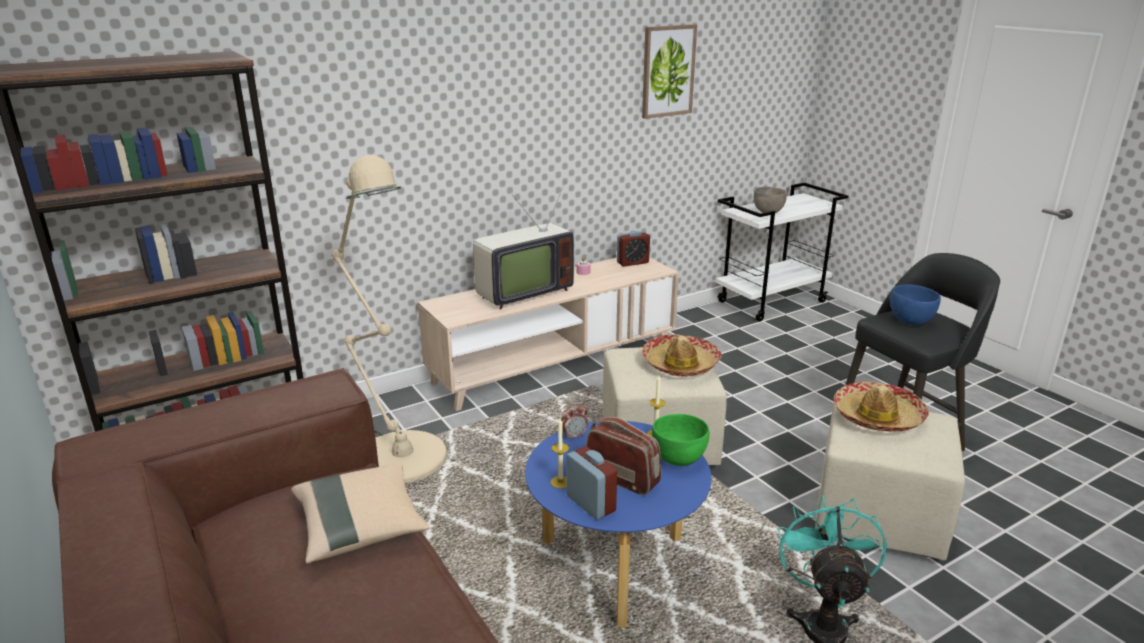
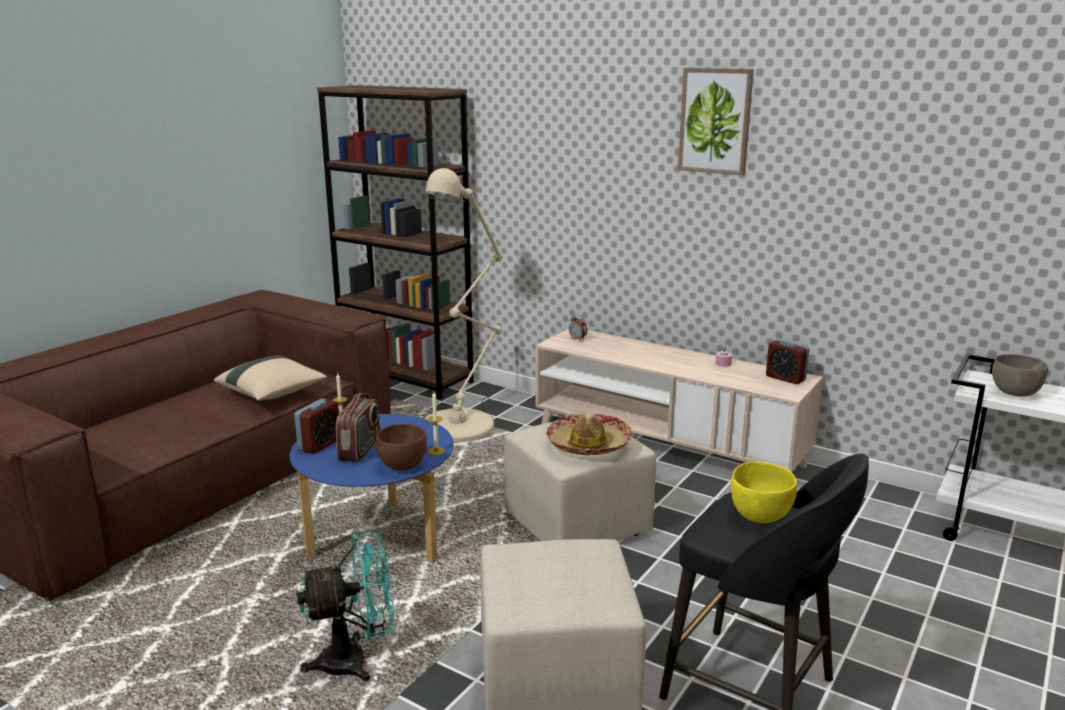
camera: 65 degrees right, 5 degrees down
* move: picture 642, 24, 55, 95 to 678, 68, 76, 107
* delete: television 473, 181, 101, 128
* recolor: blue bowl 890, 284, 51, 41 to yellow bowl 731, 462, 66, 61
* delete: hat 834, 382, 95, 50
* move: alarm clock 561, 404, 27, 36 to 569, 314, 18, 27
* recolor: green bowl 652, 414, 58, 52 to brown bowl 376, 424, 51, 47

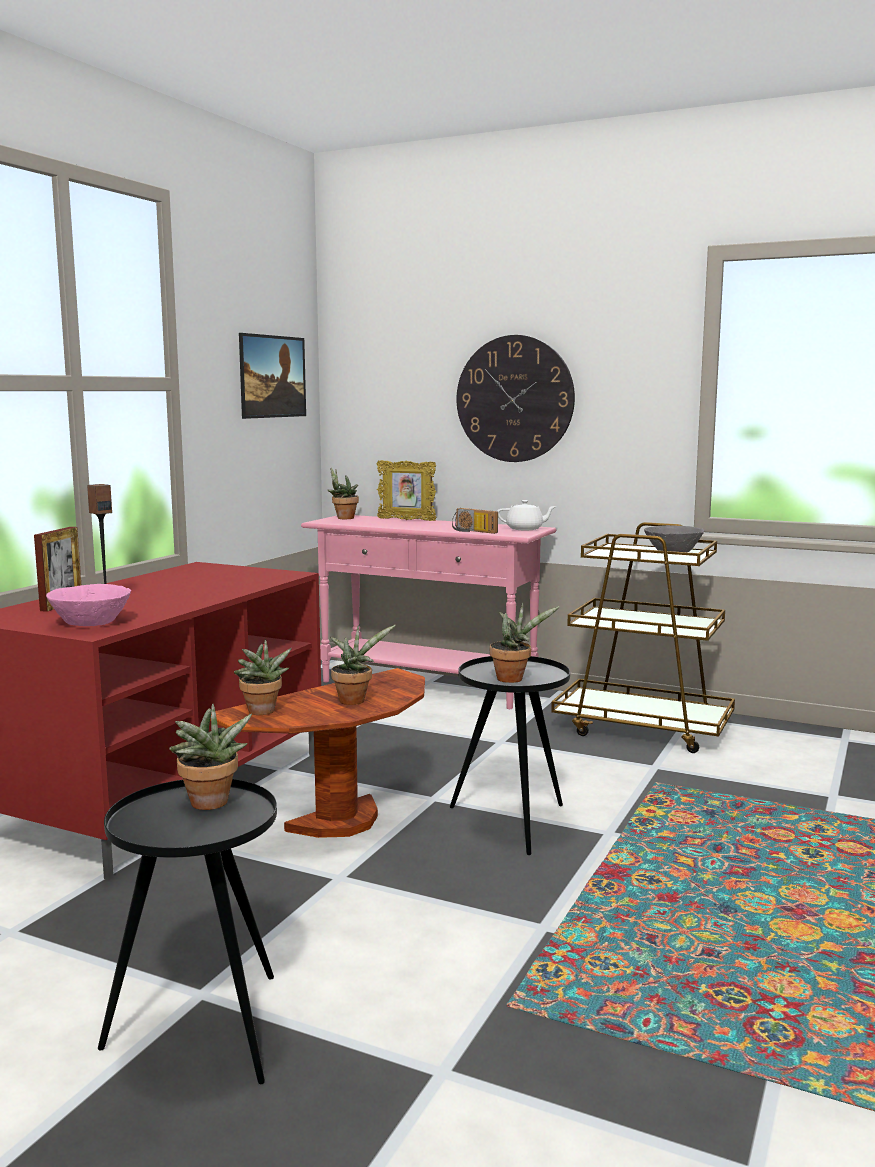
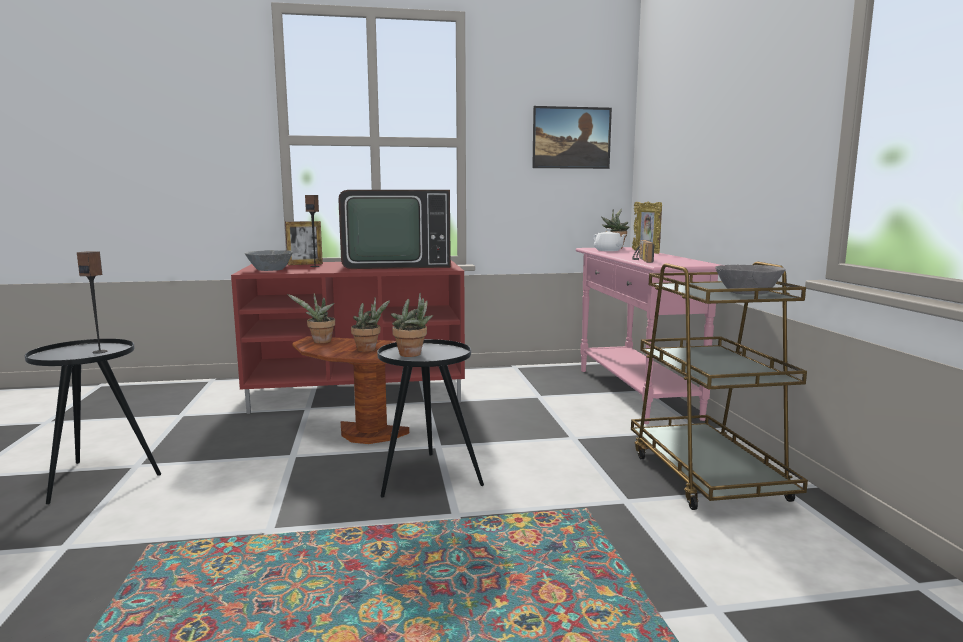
camera: 55 degrees right, 0 degrees up
* delete: wall clock 457, 335, 118, 127
* move: white teapot 497, 500, 60, 30 to 593, 228, 34, 23
* recolor: pink bowl 46, 584, 85, 42 to grey bowl 245, 250, 48, 21
* replace: potted plant 169, 704, 83, 106 to speaker 77, 251, 30, 103
* insert: television 338, 190, 113, 79

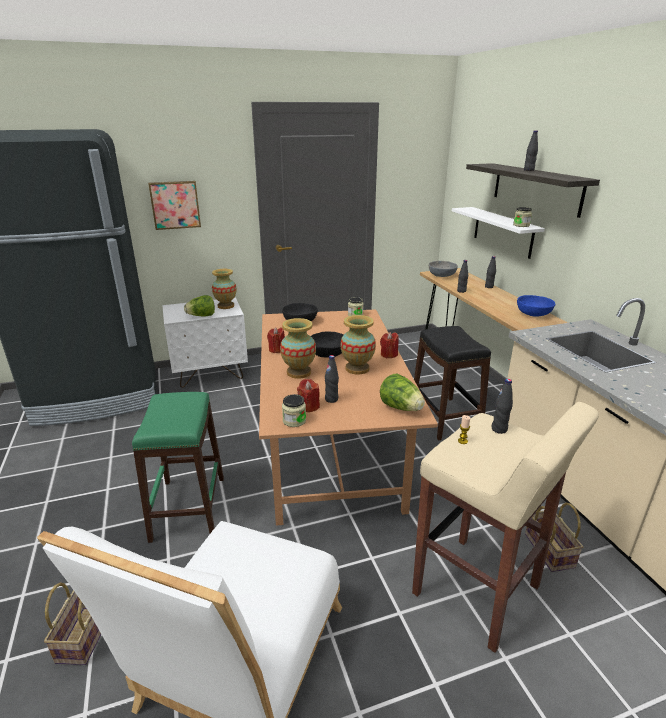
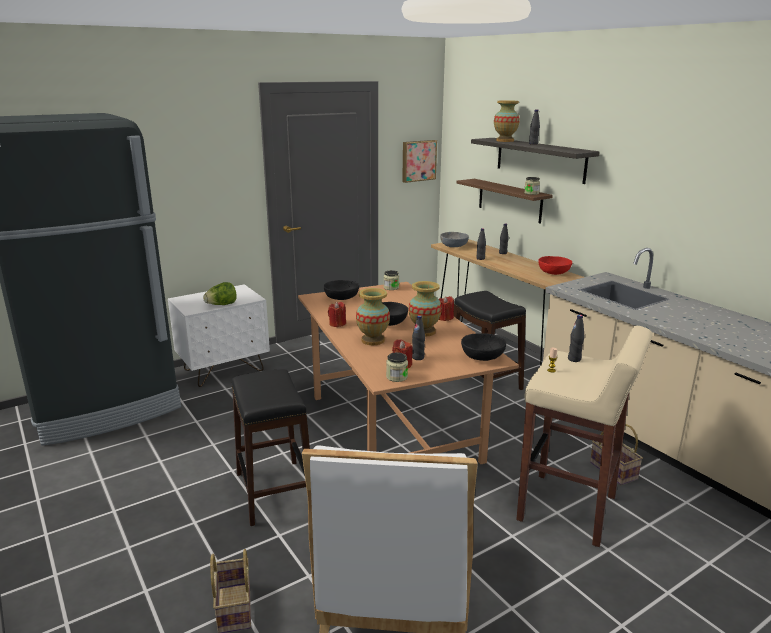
camera: 15 degrees left, 5 degrees down
* move: picture 148, 181, 53, 49 to 402, 140, 35, 43
* recolor: white shelf 452, 207, 93, 52 to brown shelf 457, 179, 96, 45
* move: vase 212, 269, 25, 40 to 494, 100, 26, 42
* recolor: blue bowl 517, 295, 38, 22 to red bowl 538, 256, 34, 19
* replace: lettuce 380, 374, 45, 37 to black bowl 461, 333, 45, 28
* recolor: green stool 132, 392, 92, 151 to black stool 232, 369, 78, 157

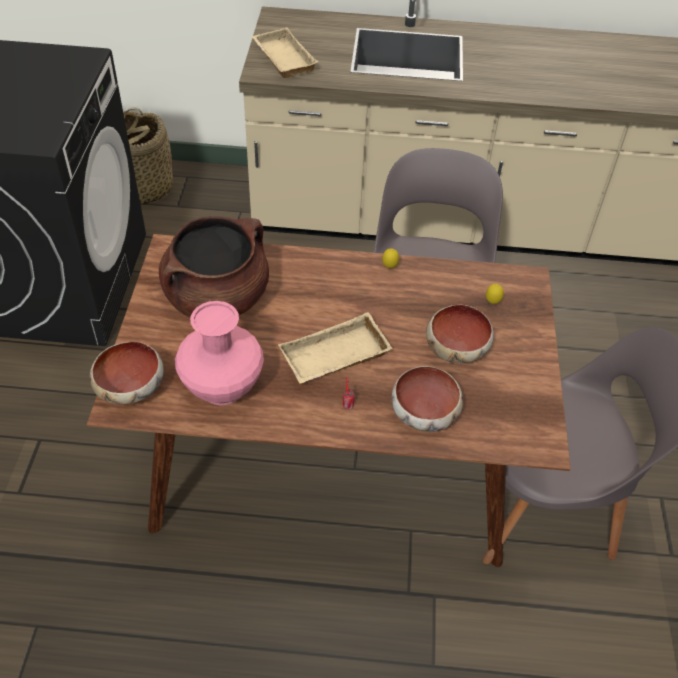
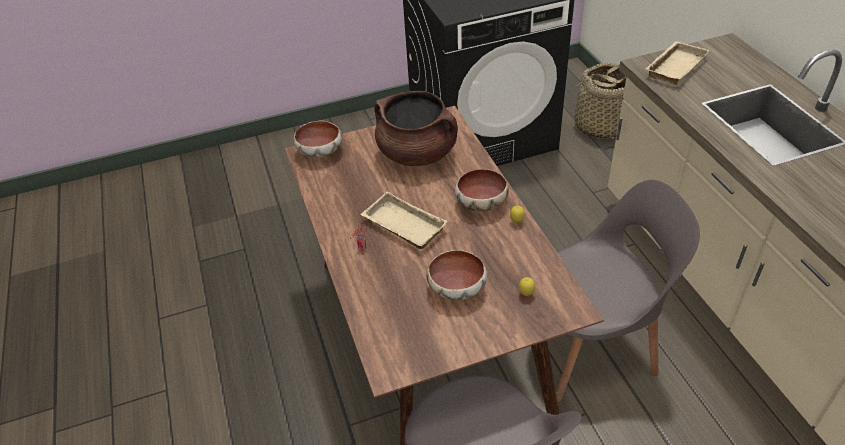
camera: 70 degrees right, 5 degrees down
* delete: pink vase 175, 301, 89, 104
* move: bowl 391, 366, 72, 66 to 455, 169, 54, 42

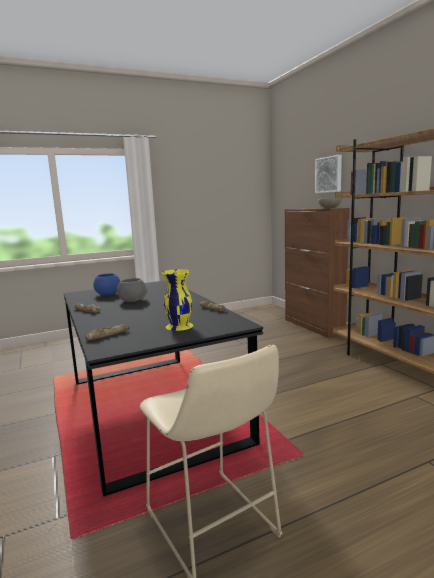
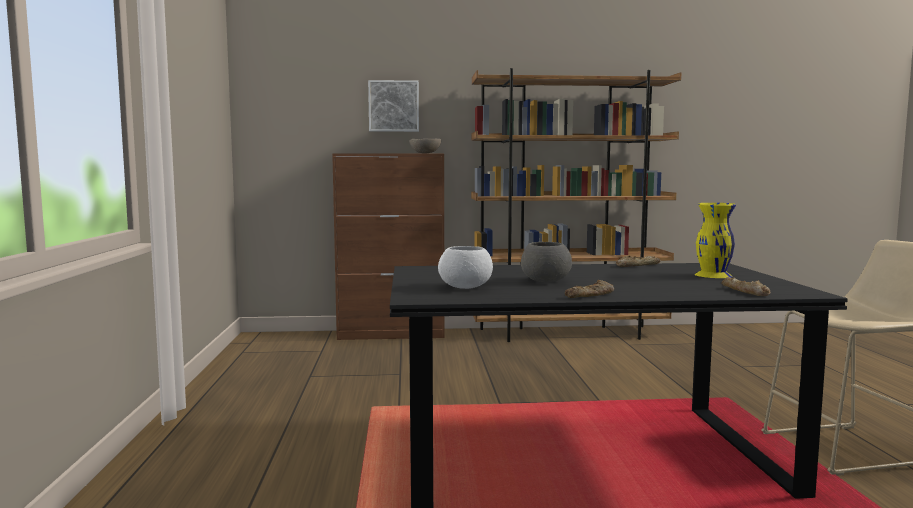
camera: 70 degrees left, 5 degrees down
* recolor: blue bowl 93, 274, 27, 21 to white bowl 438, 246, 55, 43

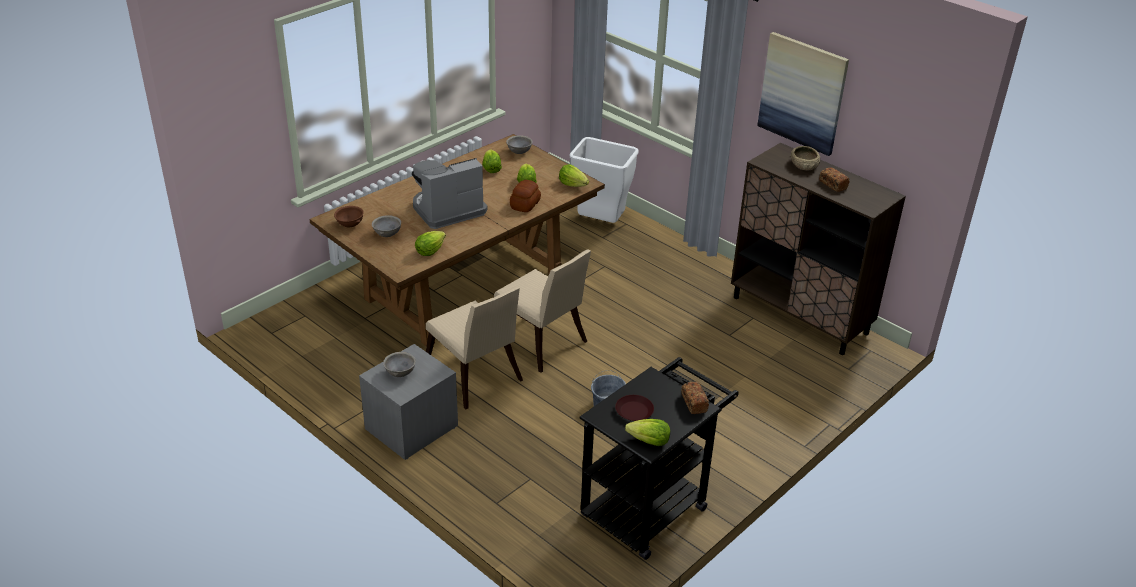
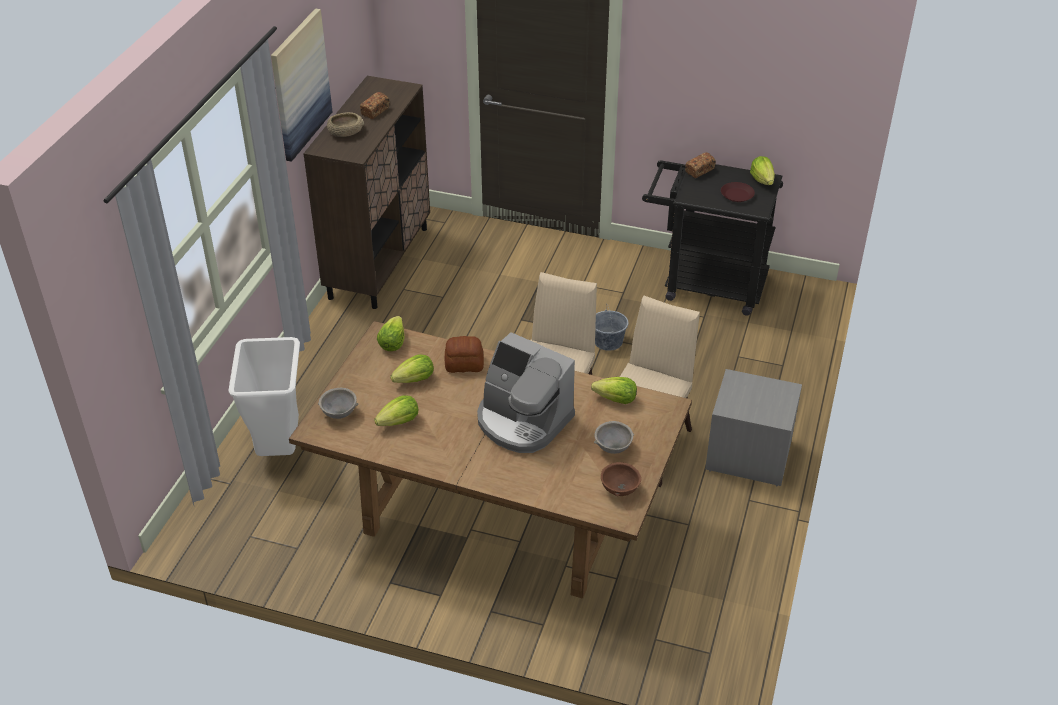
camera: 115 degrees left, 5 degrees up
* delete: grey bowl 383, 352, 33, 25

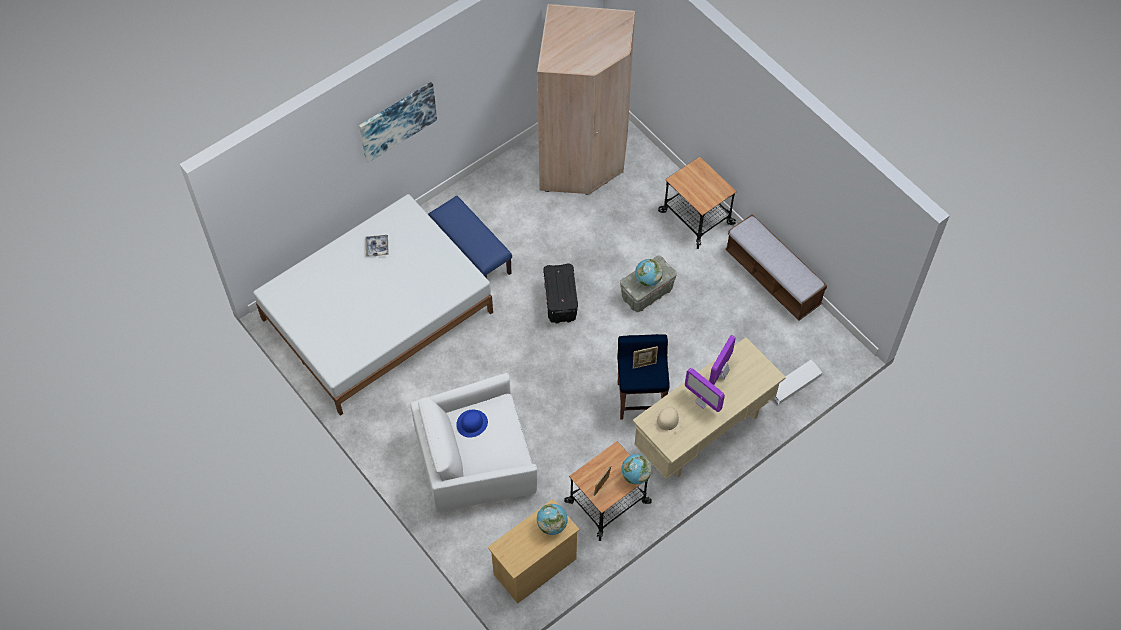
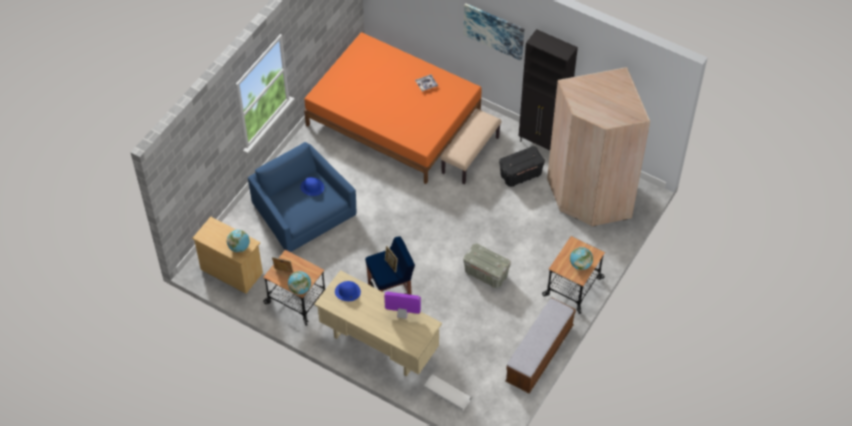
camera: 70 degrees right, 5 degrees down
* recolor: white bed 253, 194, 240, 222 to orange bed 304, 32, 178, 152
* recolor: blue bench 428, 196, 84, 82 to beige bench 440, 109, 61, 75
* move: globe 635, 259, 28, 27 to 570, 247, 23, 23
* move: black storage box 543, 263, 35, 60 to 499, 146, 46, 41
* delete: monitor 685, 368, 40, 44
* recolor: white armchair 410, 373, 127, 139 to blue armchair 248, 142, 108, 110
* recolor: beige hat 652, 406, 32, 29 to blue hat 335, 281, 26, 20
* insert: black cabinet 519, 29, 59, 121

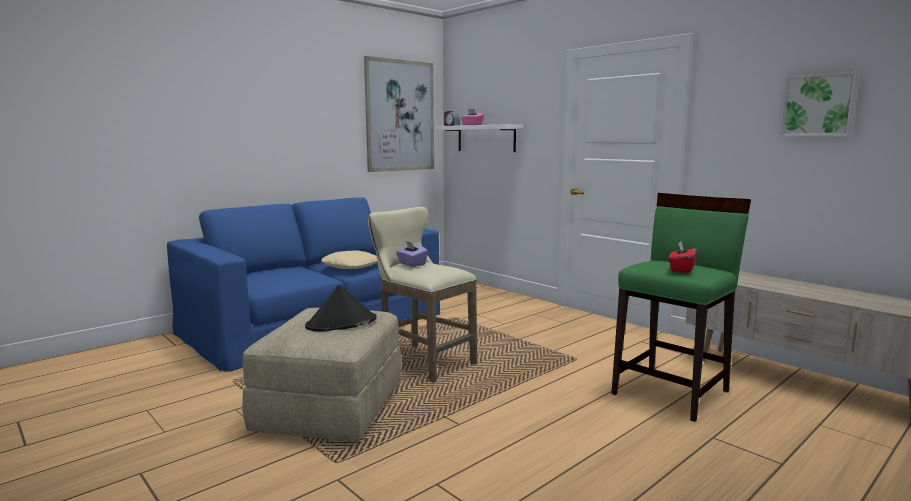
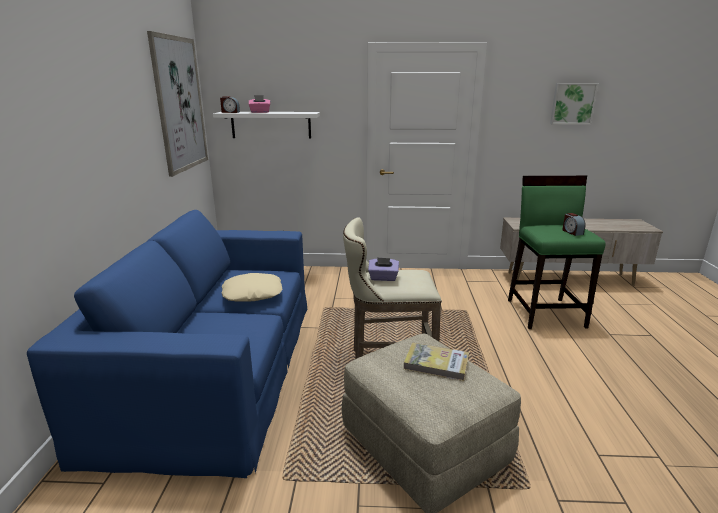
camera: 45 degrees left, 10 degrees up
* replace: red tissue box 669, 241, 28, 32 to alarm clock 562, 213, 24, 23
* replace: black hat 305, 285, 72, 47 to book 404, 343, 65, 38

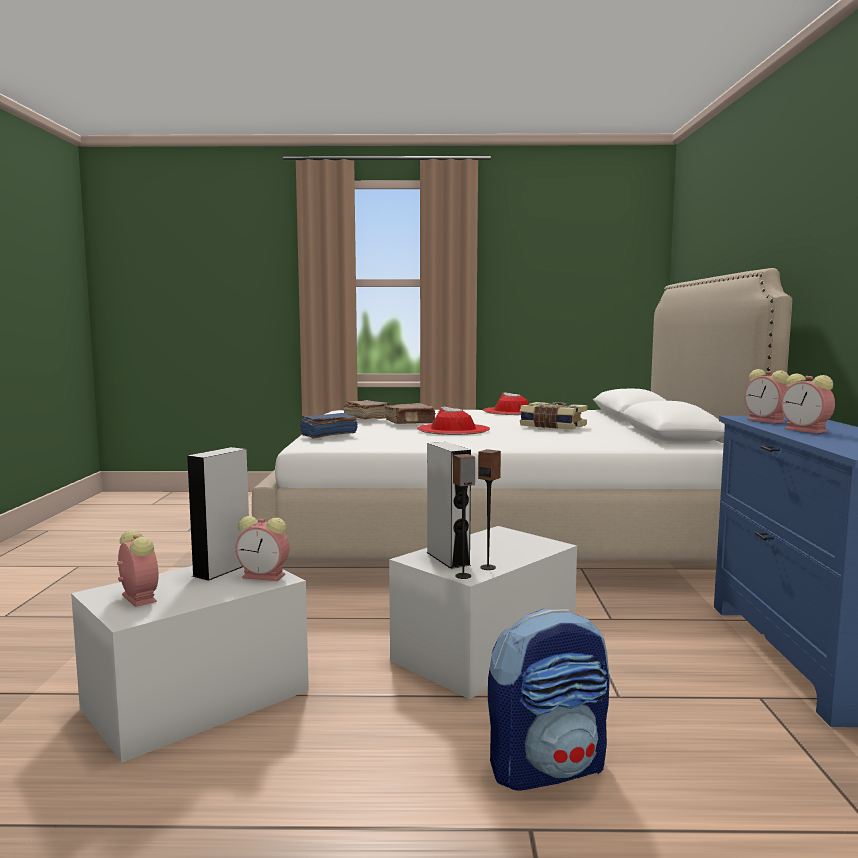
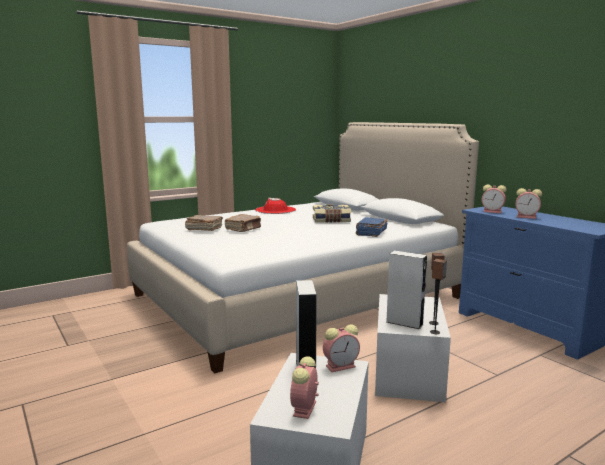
camera: 35 degrees left, 5 degrees up
* delete: red hat 417, 407, 73, 28
* move: blue book 300, 413, 57, 26 to 356, 217, 32, 20
* rotate: alarm clock 117, 530, 41, 77 = 290, 356, 29, 63 90 degrees counterclockwise
* delete: backpack 488, 609, 122, 182

